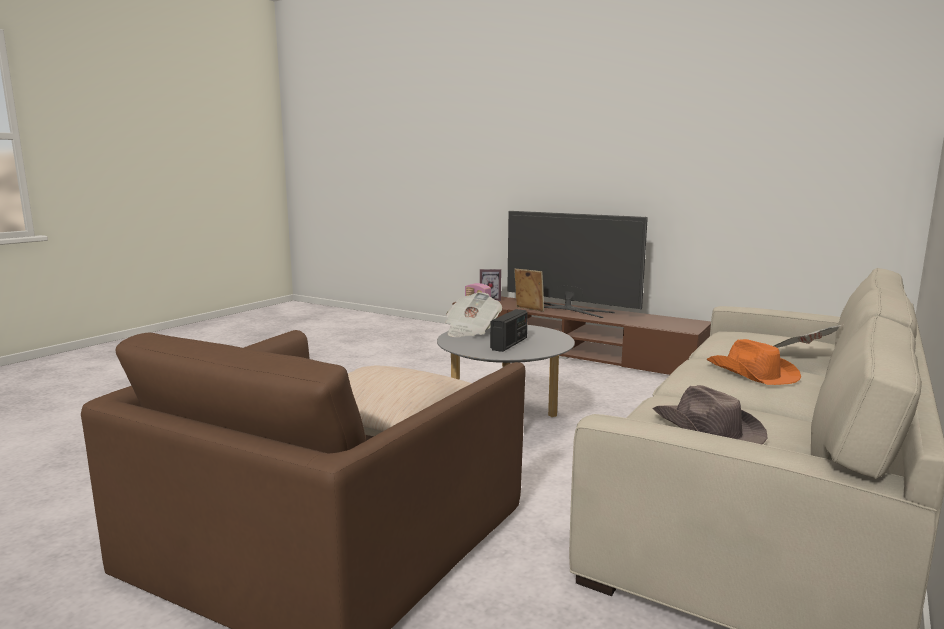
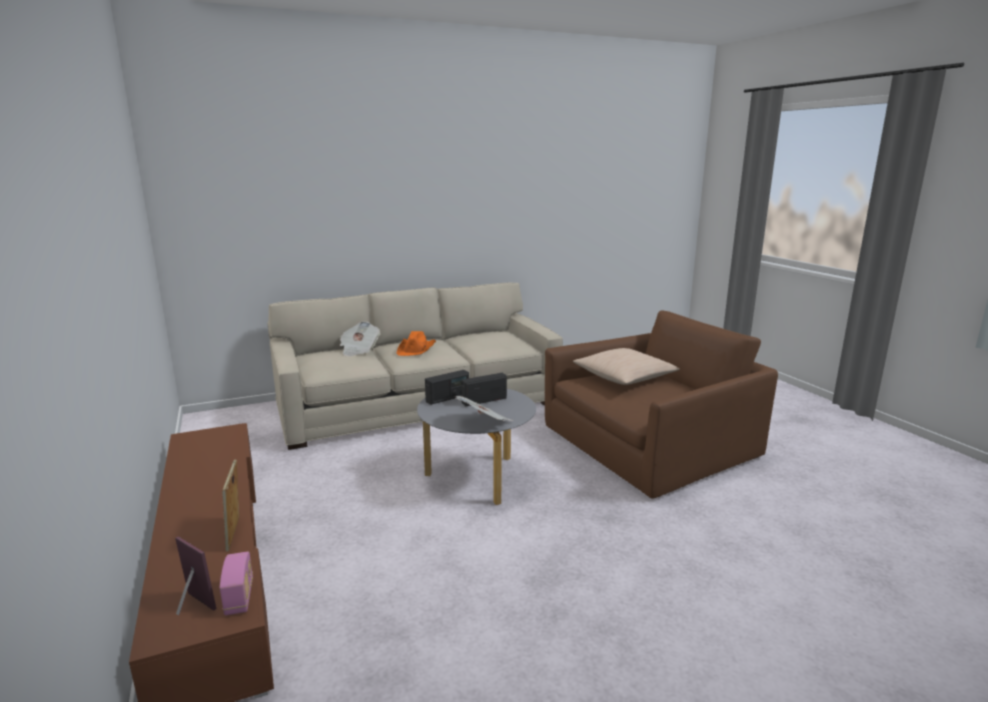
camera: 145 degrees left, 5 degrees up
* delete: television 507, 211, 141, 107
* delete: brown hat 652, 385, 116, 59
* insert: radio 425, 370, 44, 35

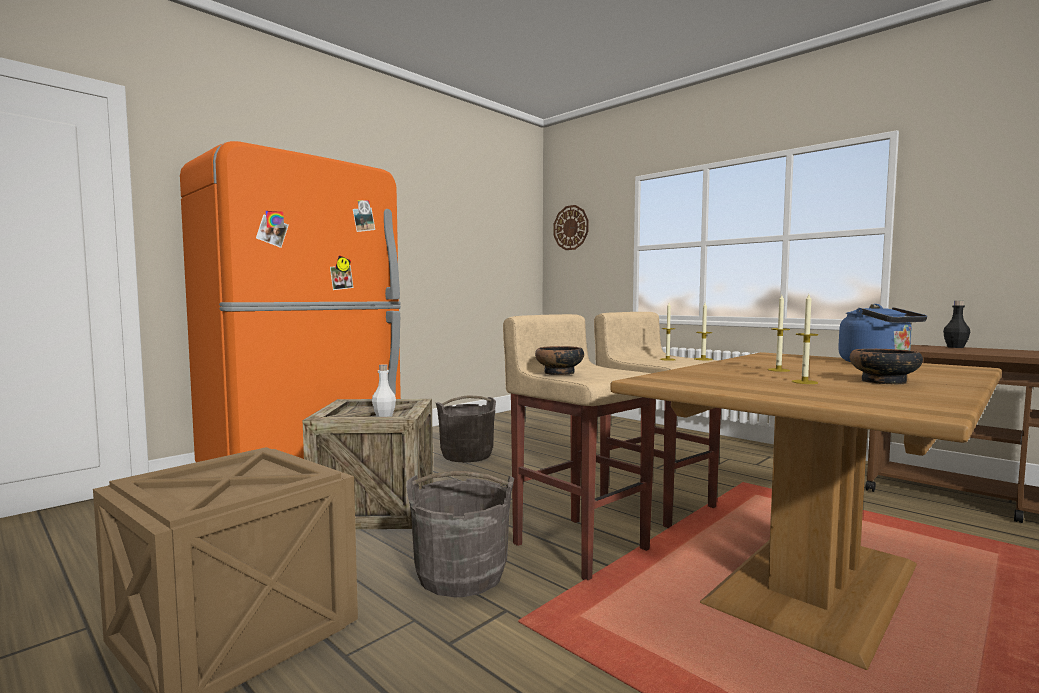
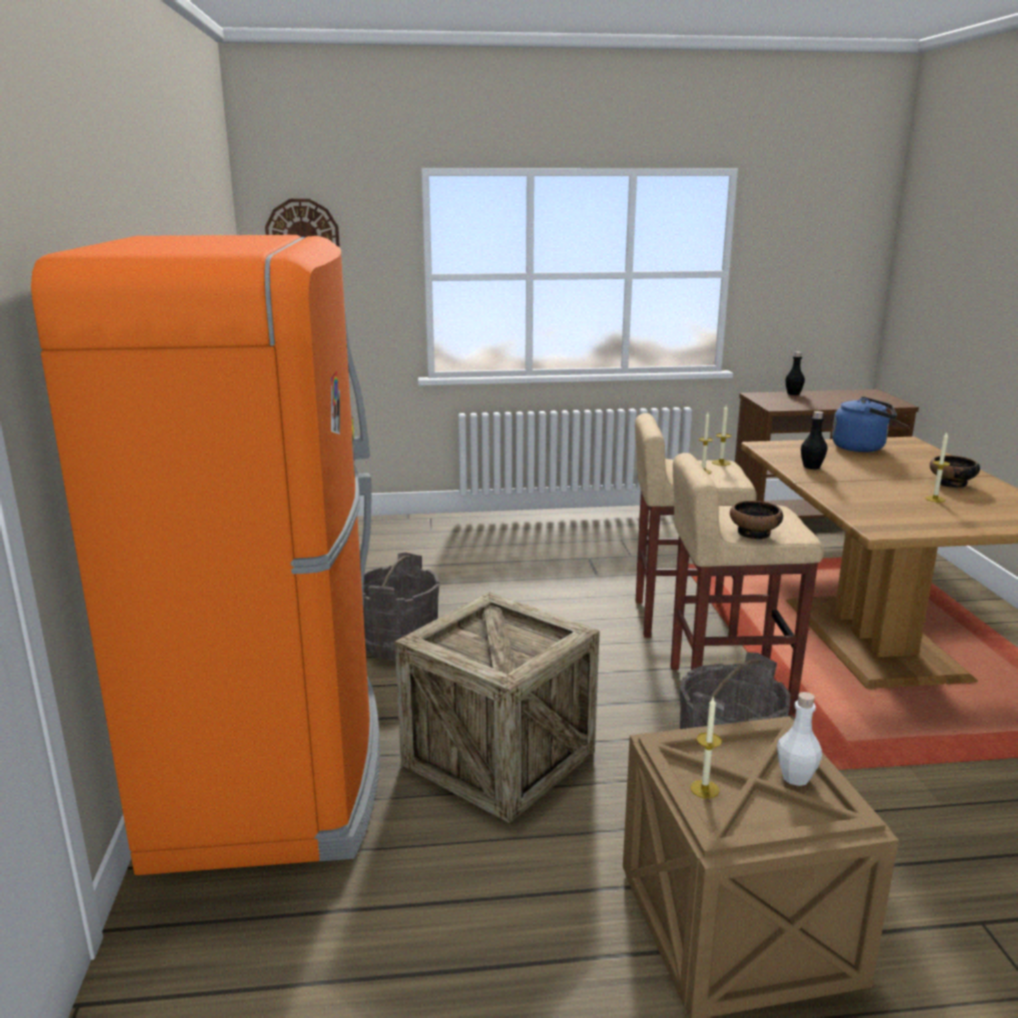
camera: 50 degrees left, 15 degrees up
* move: candle 767, 295, 23, 77 to 690, 697, 32, 102
* move: white bottle 372, 364, 24, 53 to 777, 692, 45, 94
* insert: black bottle 801, 411, 27, 58

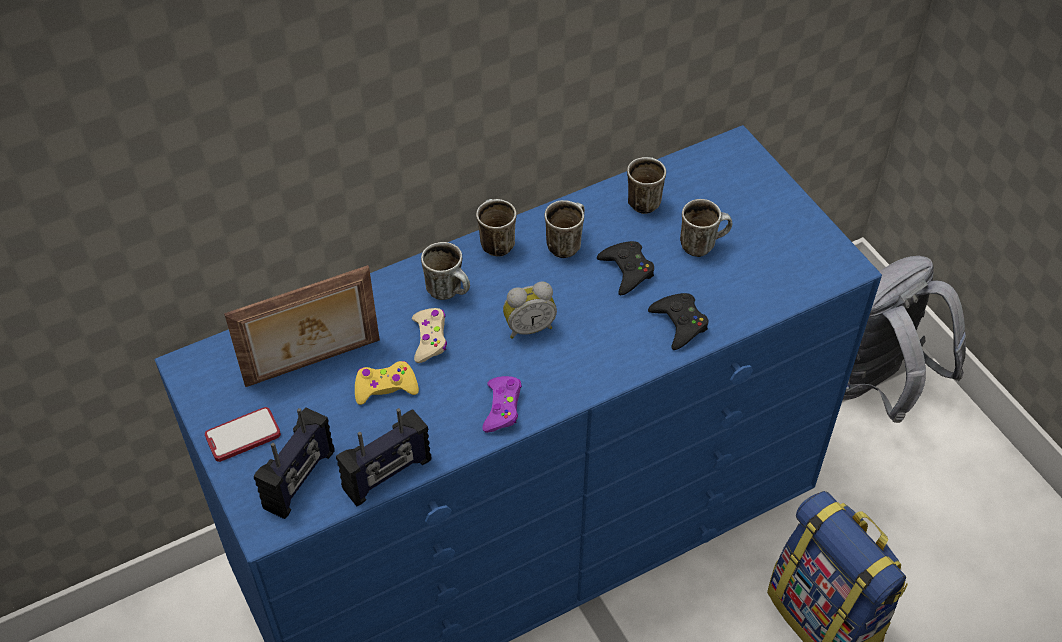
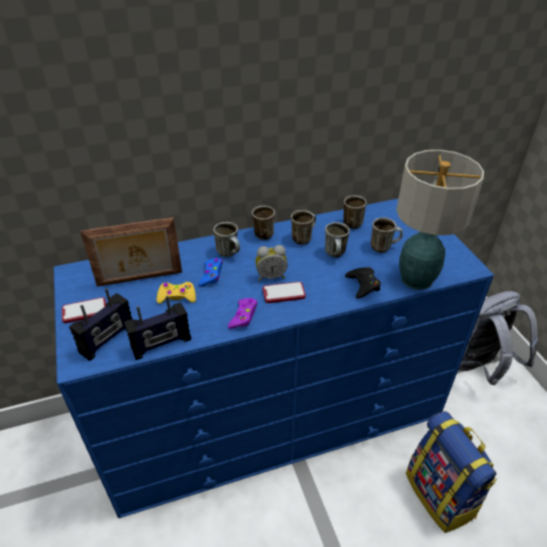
camera: 10 degrees right, 10 degrees down
* replace: black game controller 597, 241, 57, 55 to mug 325, 222, 25, 35
* recolor: beige game controller 412, 308, 35, 55 to blue game controller 199, 258, 24, 28
* insert: table lamp 396, 150, 88, 140
* insert: phone 263, 282, 43, 21

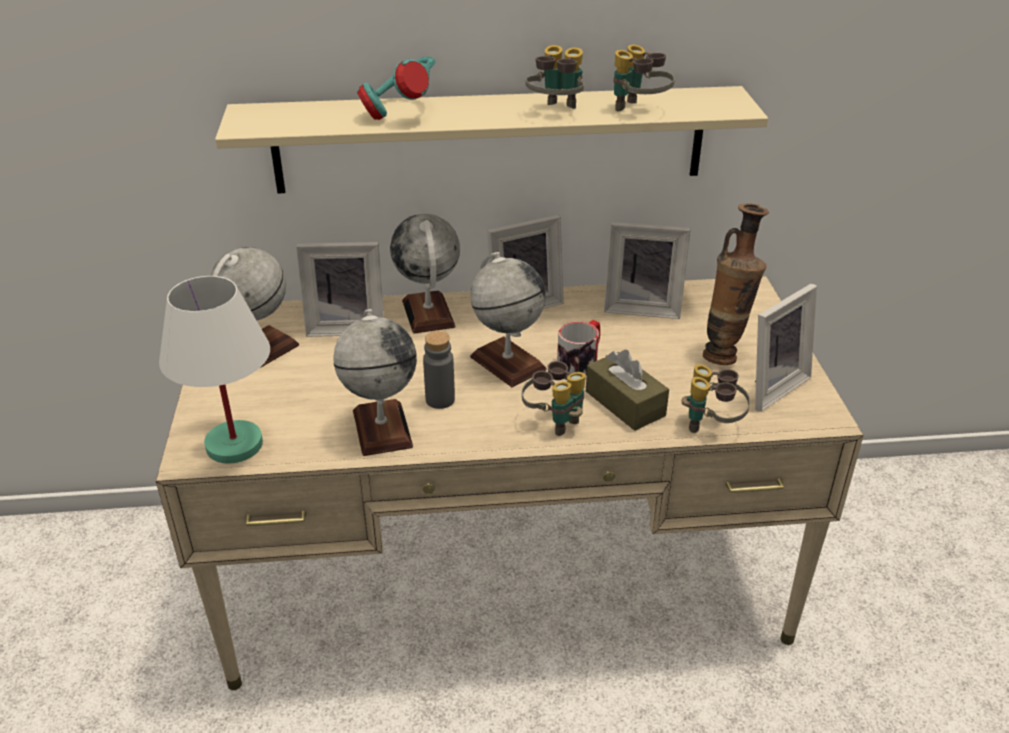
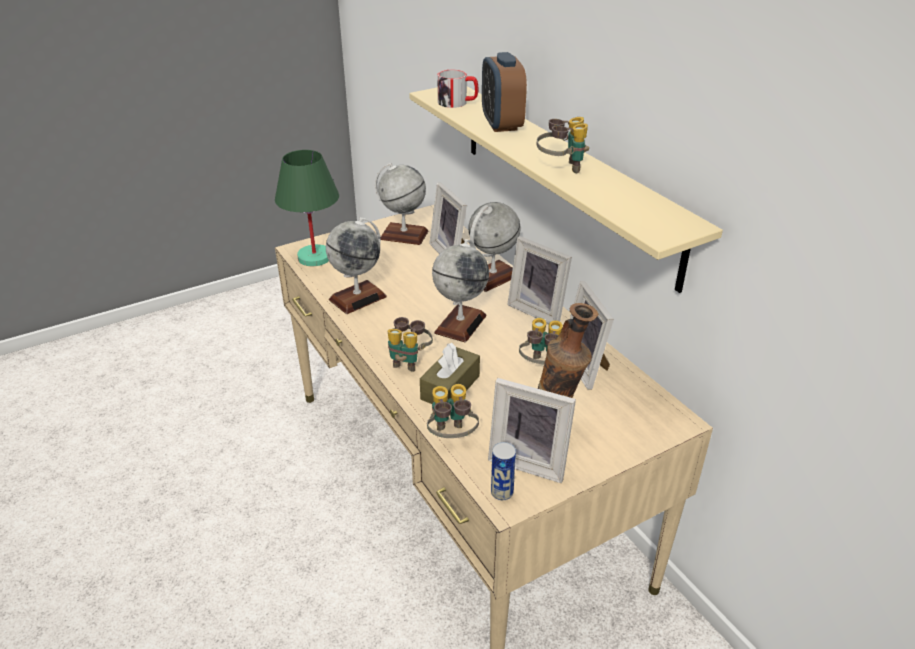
camera: 65 degrees right, 0 degrees up
* move: binoculars 614, 45, 61, 66 to 519, 318, 44, 46
* replace: turquoise headphones 357, 57, 78, 63 to alarm clock 482, 52, 45, 80
* recolor: white table lamp 159, 276, 111, 188 to green table lamp 275, 150, 64, 116
* move: mug 557, 320, 43, 56 to 437, 70, 41, 38
* delete: grey bottle 423, 331, 32, 78
* insert: can 491, 442, 25, 58

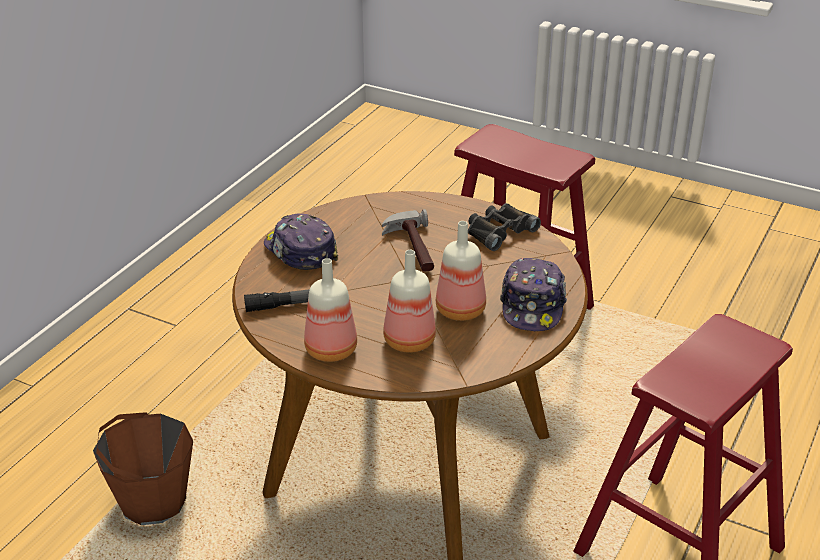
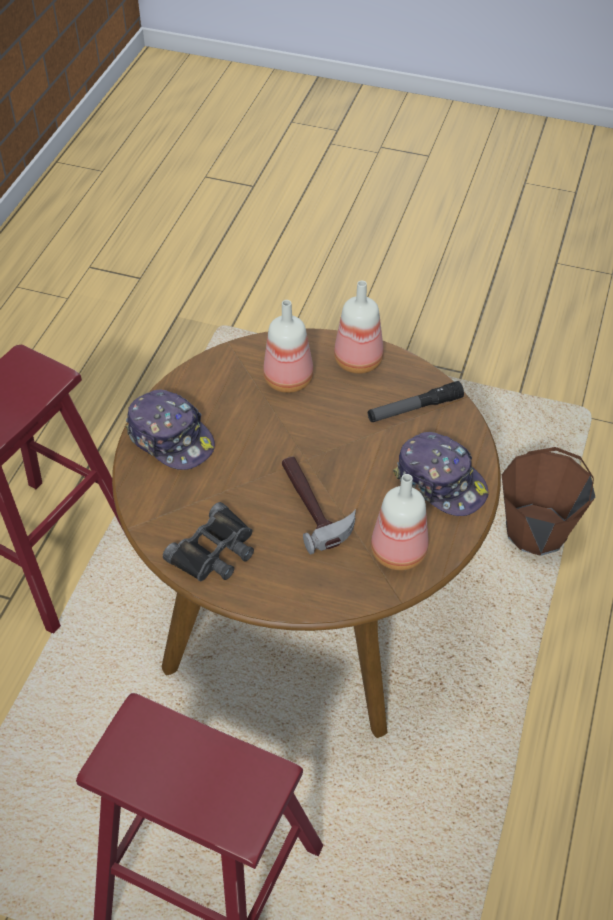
camera: 170 degrees right, 15 degrees up
* move: bottle 436, 221, 50, 100 to 371, 474, 58, 96
* rotate: cap 500, 258, 67, 73 = 125, 389, 90, 81 135 degrees clockwise

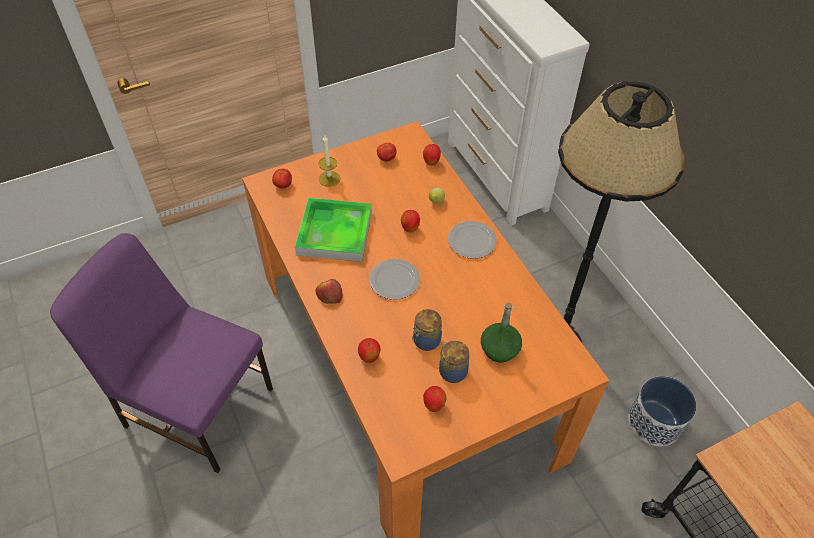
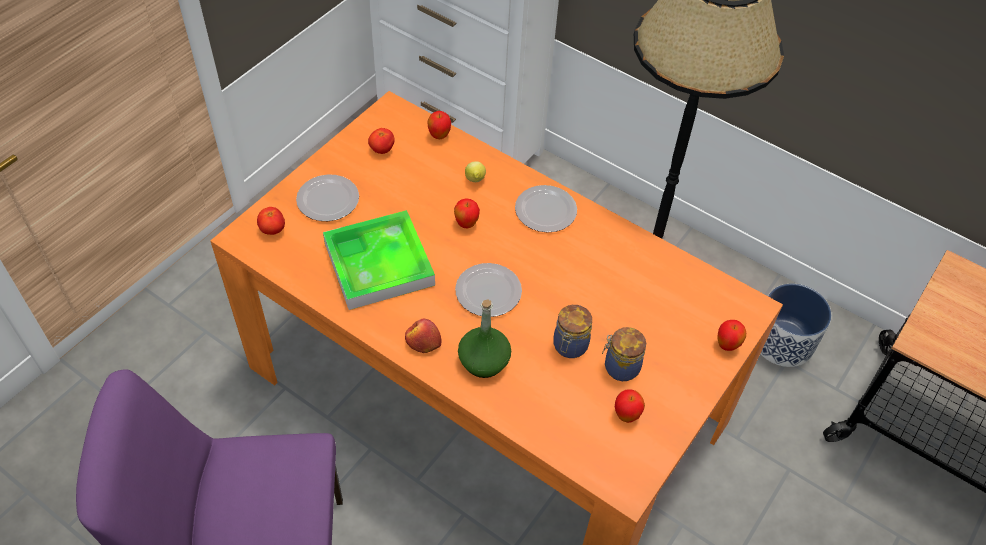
camera: 30 degrees left, 0 degrees up
* replace: candle 318, 135, 22, 52 to plate 296, 174, 63, 47
* move: green bottle 481, 303, 41, 59 to 458, 299, 53, 79
* move: apple 358, 338, 23, 25 to 717, 320, 29, 31

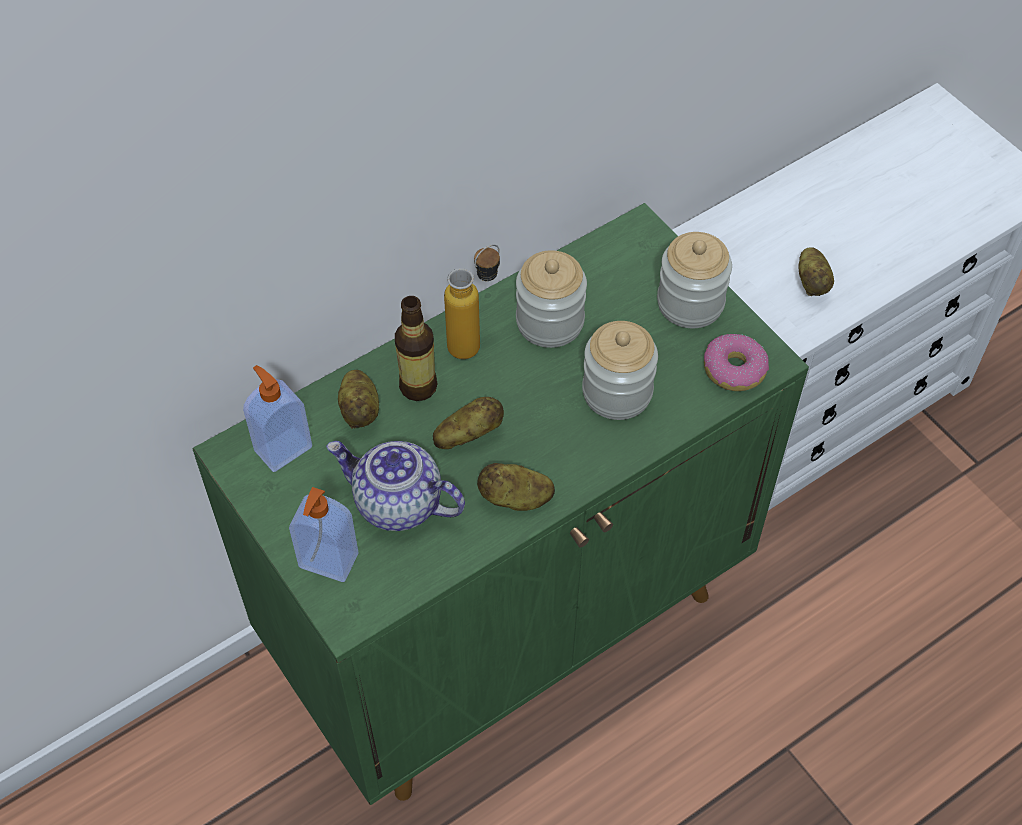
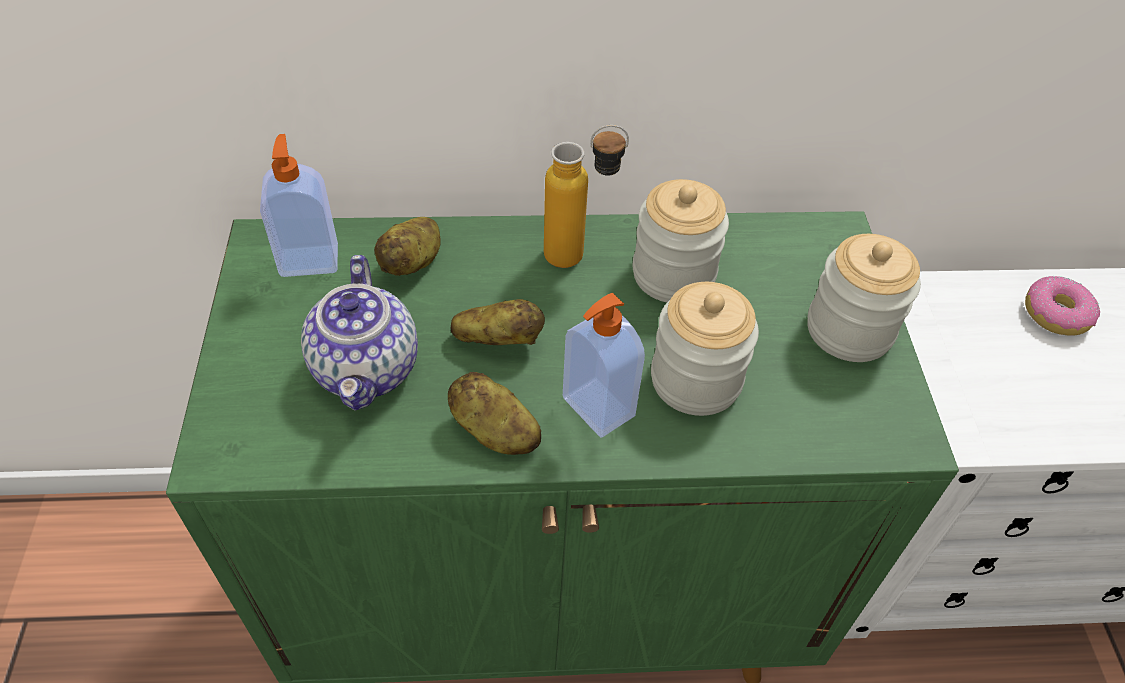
camera: 30 degrees right, 5 degrees down
* delete: potato 798, 247, 36, 49
* delete: bottle 395, 296, 43, 105
* move: donut 704, 334, 65, 57 to 1025, 276, 75, 60
* rotate: teapot 326, 441, 139, 90 = 301, 255, 117, 156 150 degrees counterclockwise
* move: soap dispenser 289, 487, 70, 95 to 563, 293, 82, 145

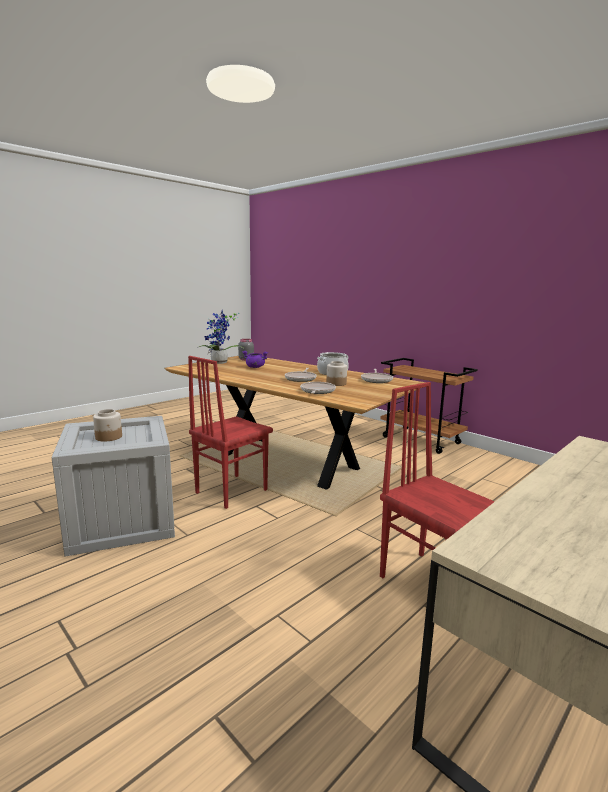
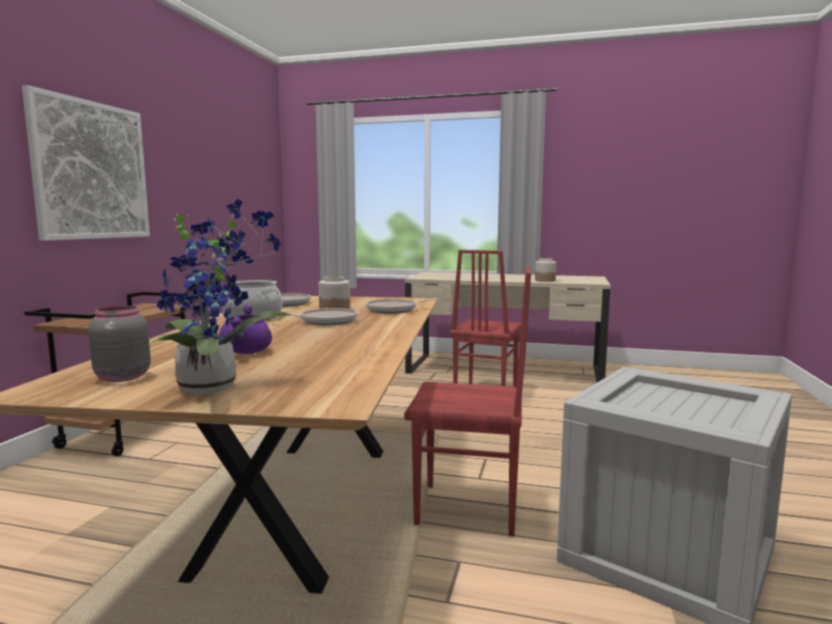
camera: 120 degrees left, 5 degrees down
* move: jar 93, 409, 29, 33 to 535, 258, 21, 24
* insert: picture 22, 85, 128, 156

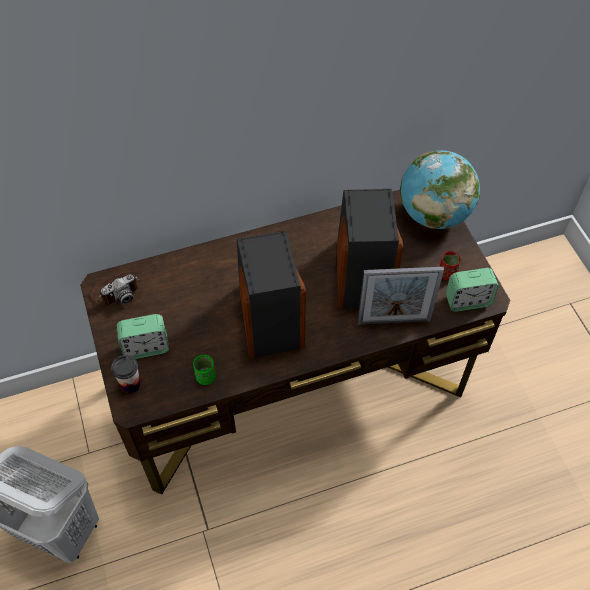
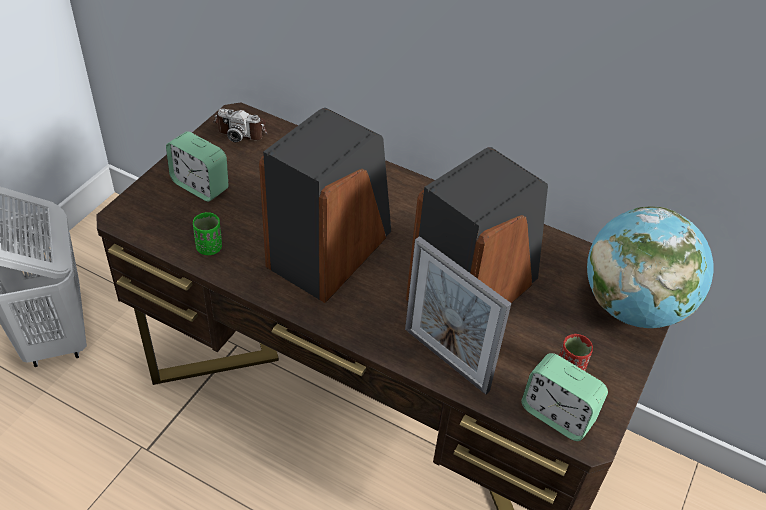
camera: 45 degrees right, 10 degrees down
* delete: cup 111, 355, 30, 38

